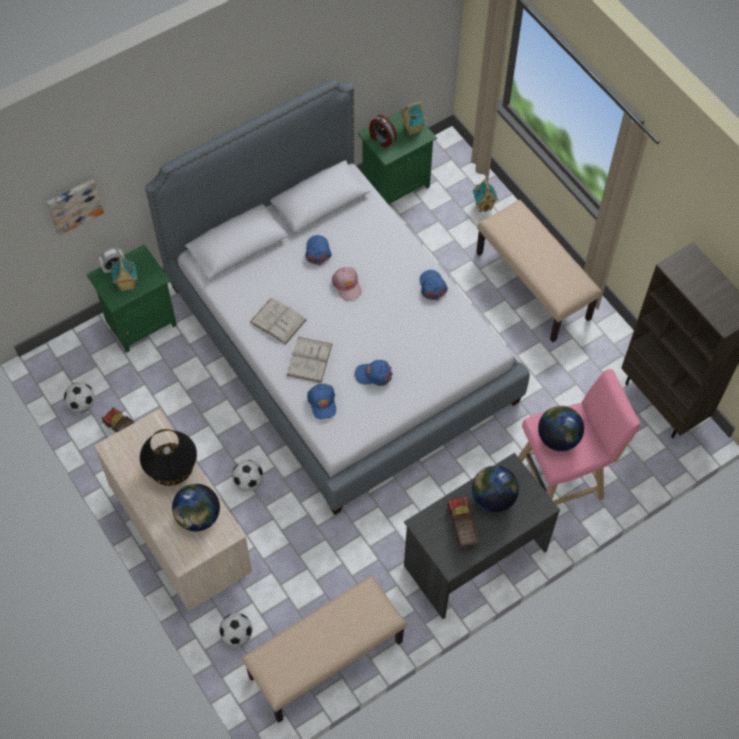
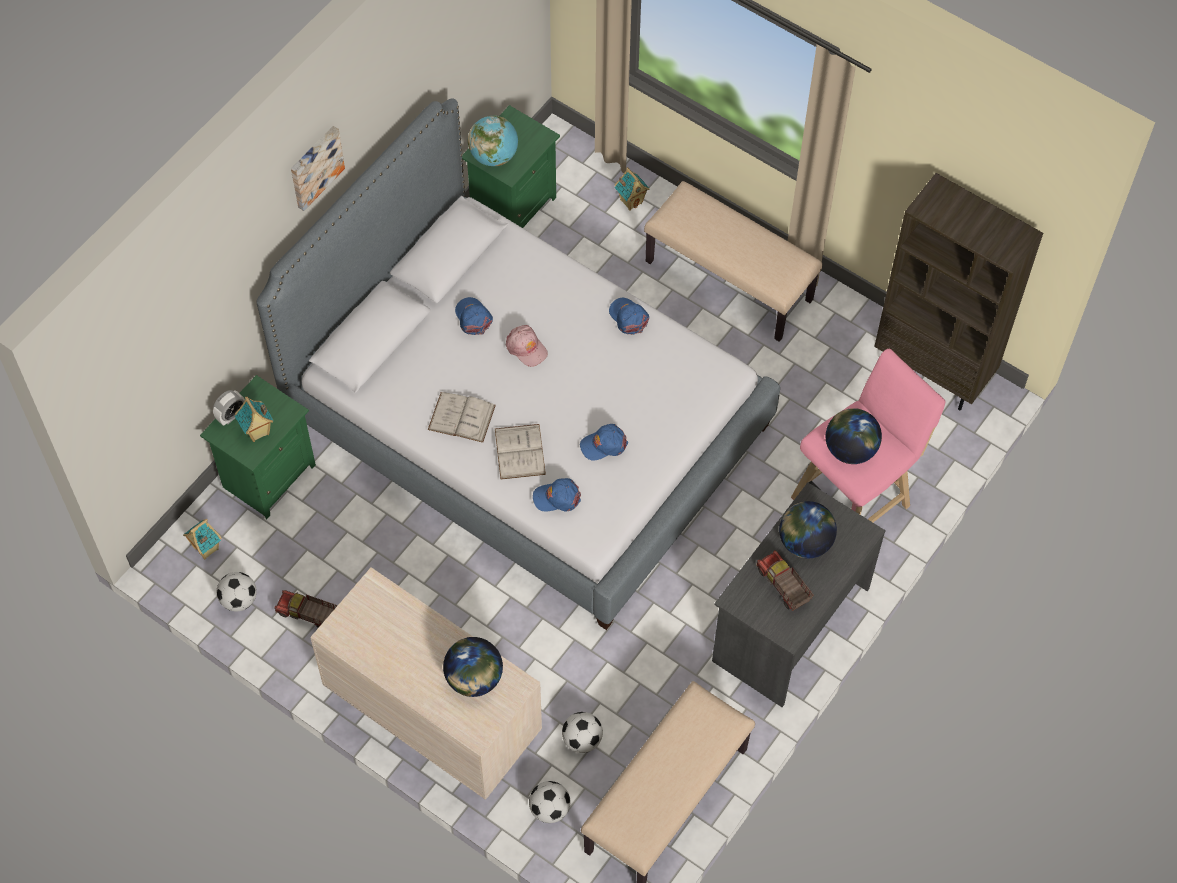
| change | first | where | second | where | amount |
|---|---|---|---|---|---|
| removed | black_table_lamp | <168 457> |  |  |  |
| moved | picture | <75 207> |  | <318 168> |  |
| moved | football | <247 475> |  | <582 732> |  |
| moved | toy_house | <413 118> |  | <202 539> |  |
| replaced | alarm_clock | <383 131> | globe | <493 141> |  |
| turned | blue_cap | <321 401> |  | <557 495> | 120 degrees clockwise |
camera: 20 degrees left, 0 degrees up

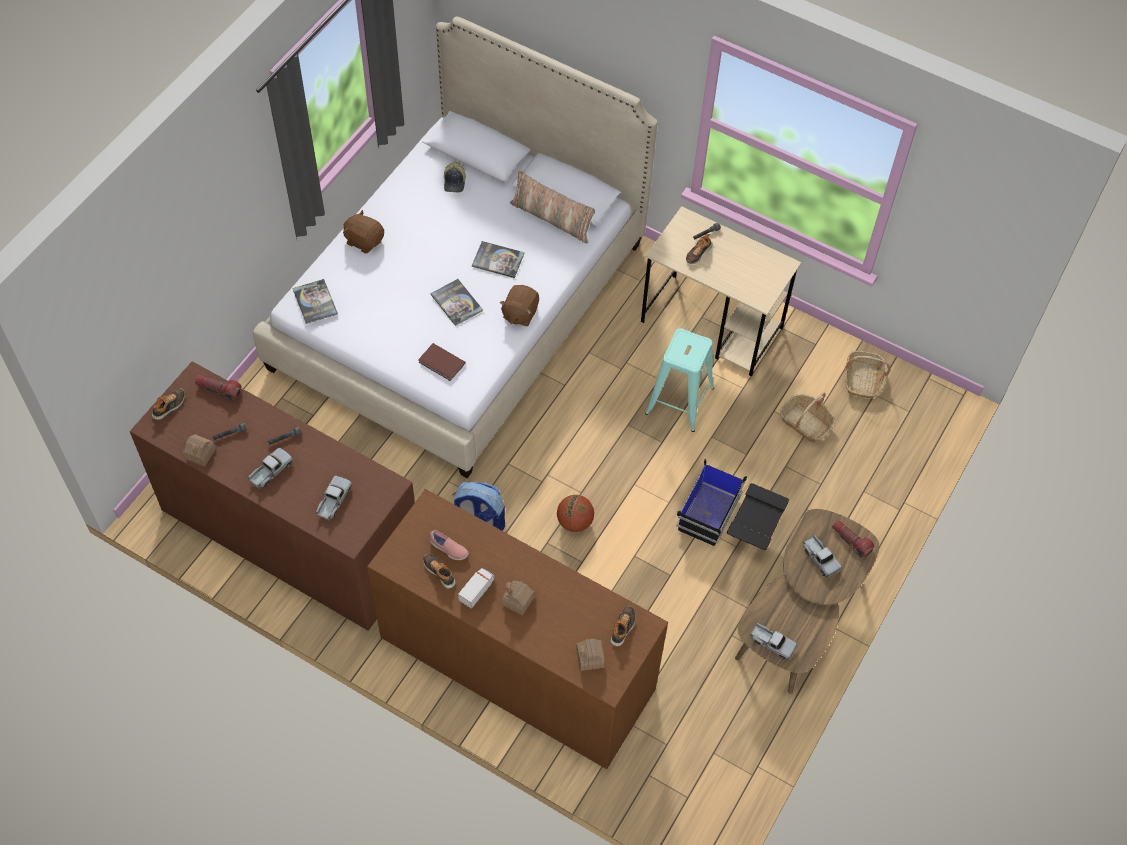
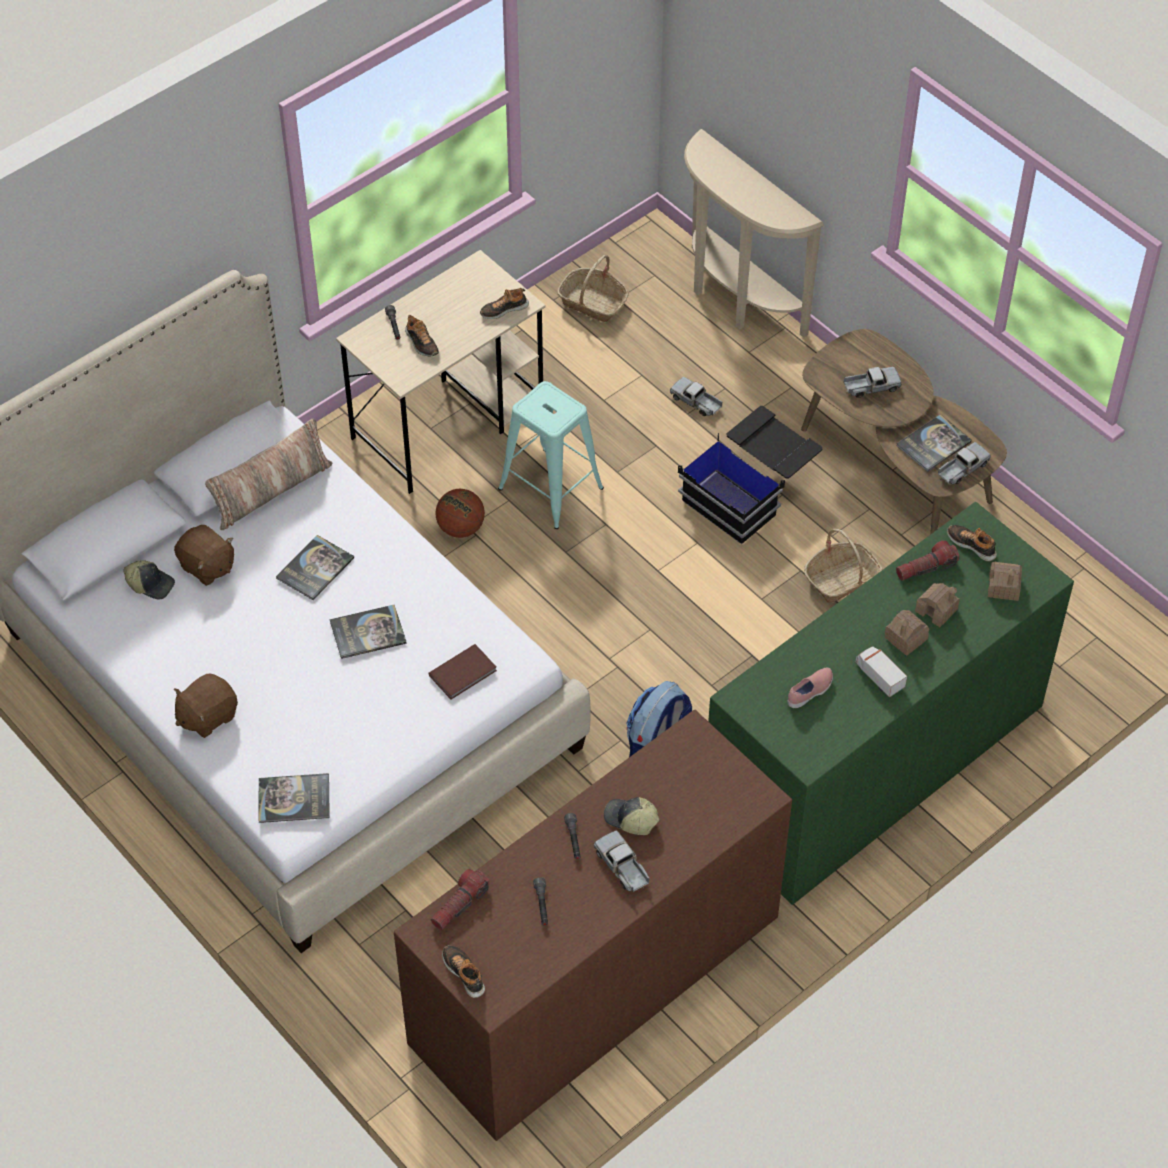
| change | first | where | second | where | amount |
|---|---|---|---|---|---|
| added |  |  | cap | <631 816> |  |
| added |  |  | beige_console_table | <754 233> |  |
| added |  |  | book | <934 443> |  |
| moved | toy_house | <199 450> |  | <937 605> |  |
| moved | toy_truck | <334 497> |  | <696 396> |  |
| moved | shoe | <439 571> |  | <504 303> |  |
| moved | brown_plush_toy | <519 305> |  | <204 555> |  |
| moved | basketball | <575 513> |  | <460 513> |  |
| moved | basket | <807 417> |  | <843 566> |  |
| moved | flashlight | <853 539> |  | <927 560> |  |
| recoloured | brown_dresser | <517 629> | green_dresser | <891 703> |  |
camera: 70 degrees left, 5 degrees down

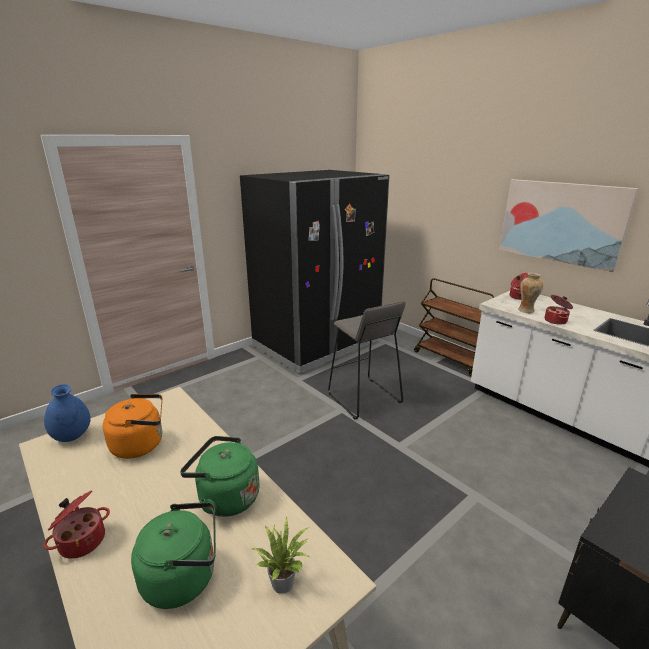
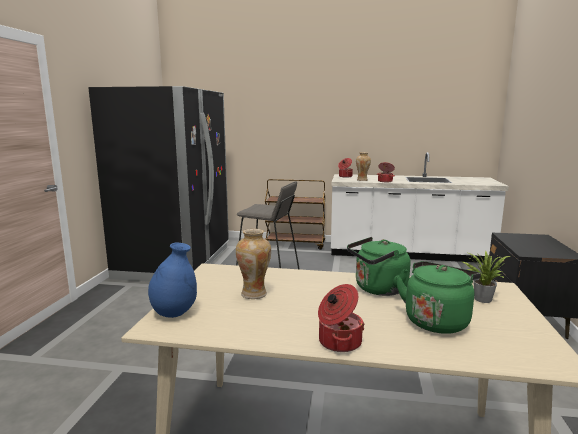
| change | first | where | second | where | amount |
|---|---|---|---|---|---|
| removed | picture | <569 225> |  |  |  |
| replaced | orange_kettle | <132 426> | vase | <253 264> |  |
camera: 40 degrees left, 10 degrees down

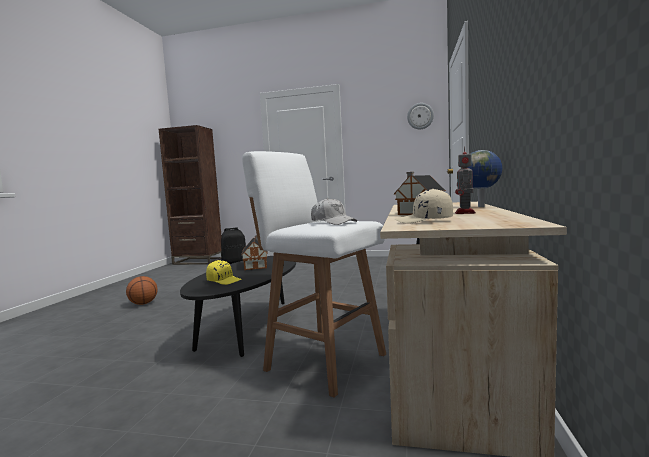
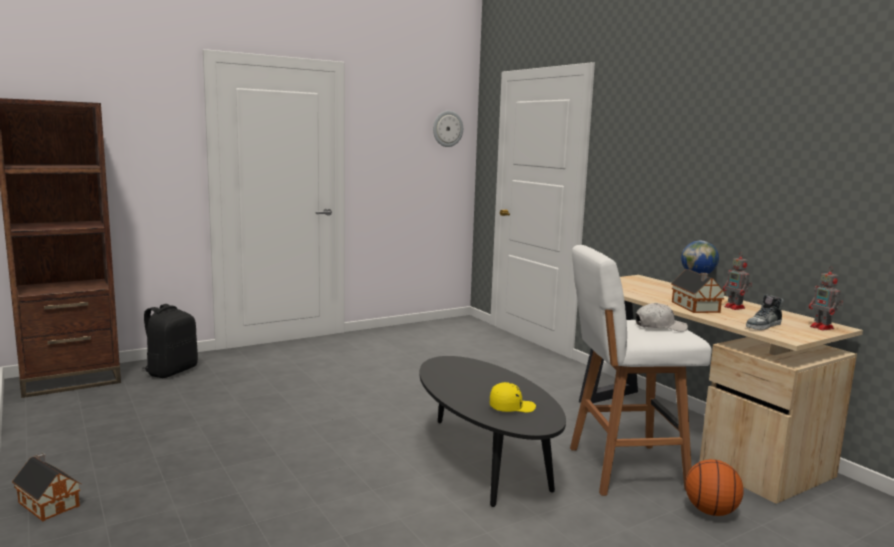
| change | first | where | second | where | amount |
|---|---|---|---|---|---|
| added |  |  | toy_robot | <826 299> |  |
| moved | basketball | <141 290> |  | <714 487> |  |
| moved | toy_house | <254 252> |  | <47 486> |  |
| replaced | beige_cap | <424 206> | shoe | <765 312> |  |
camera: 45 degrees left, 5 degrees up

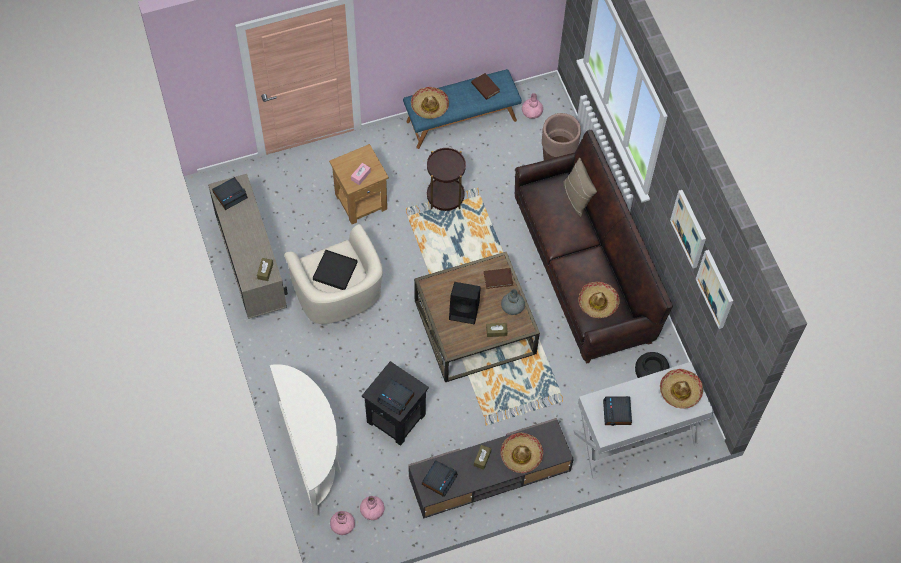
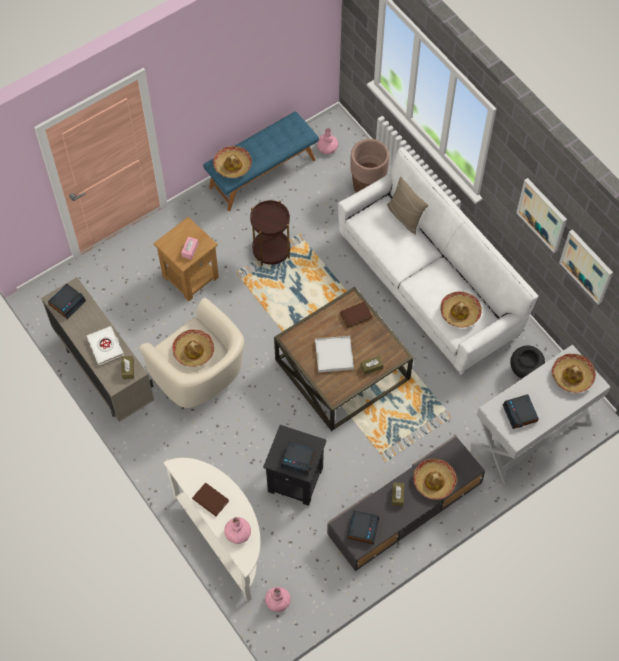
| change | first | where | second | where | amount |
|---|---|---|---|---|---|
| removed | grey_vase | <513 302> |  |  |  |
| added |  |  | white_book | <105 345> |  |
| moved | pink_vase | <372 508> |  | <237 530> |  |
| moved | brown_book | <485 86> |  | <210 499> |  |
| replaced | black_tray | <335 270> | hat | <193 348> |  |
| replaced | black_speaker | <465 303> | white_tray | <334 354> |  |
| recoloured | brown_sofa | <594 247> | white_sofa | <438 261> |  |
camera: 15 degrees left, 0 degrees up

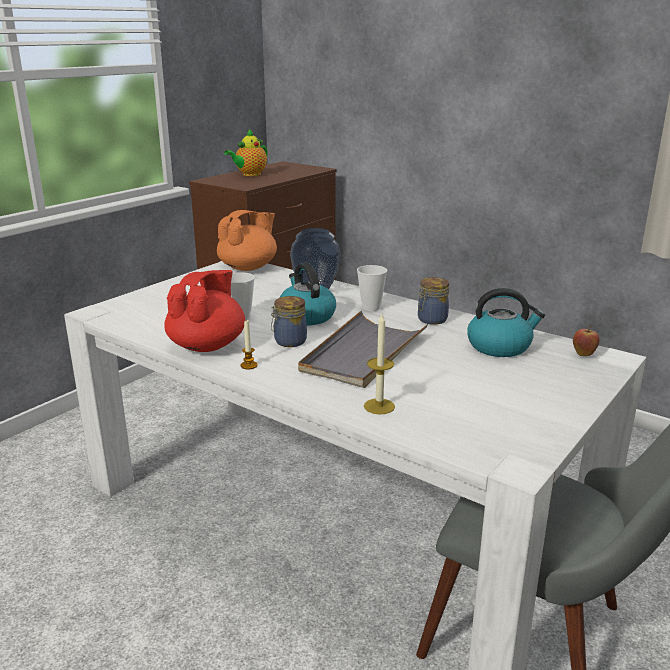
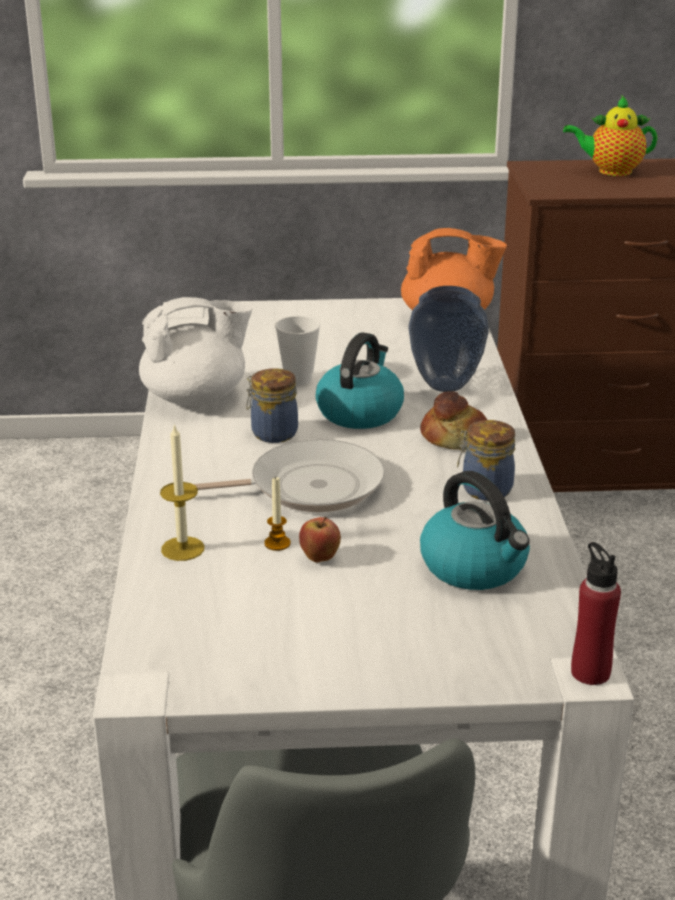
| change | first | where | second | where | amount |
|---|---|---|---|---|---|
| added |  |  | red_bottle | <596 613> |  |
| moved | candle | <249 344> |  | <277 513> |  |
| moved | apple | <586 341> |  | <320 540> |  |
| replaced | grey_tray | <363 349> | frying_pan | <289 475> |  |
| replaced | cup | <372 288> | bread | <453 420> |  |
| recoloured | red_teapot | <204 311> | white_teapot | <195 351> |  |
camera: 50 degrees right, 5 degrees up

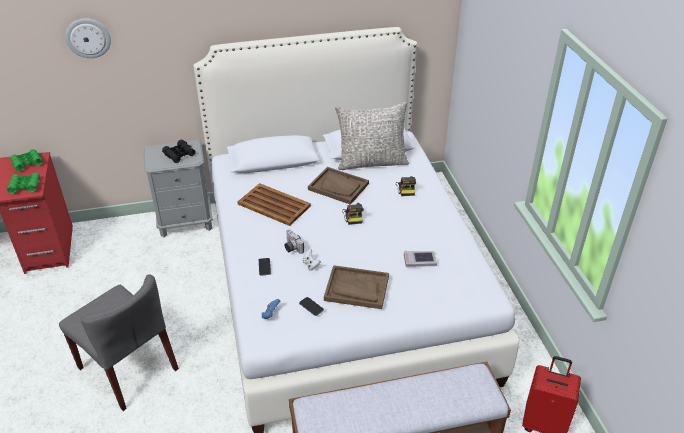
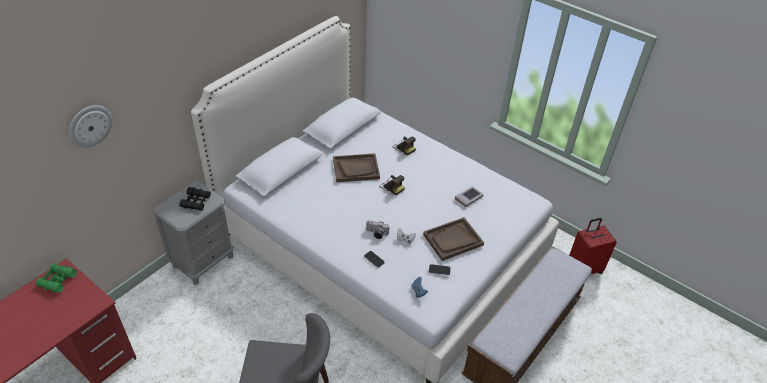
| change | first | where | second | where | amount |
|---|---|---|---|---|---|
| removed | green_binoculars | <23 183> |  |  |  |
| removed | brown_tray | <274 204> |  |  |  |
| removed | grey_pillow | <372 136> |  |  |  |
camera: 40 degrees left, 5 degrees up

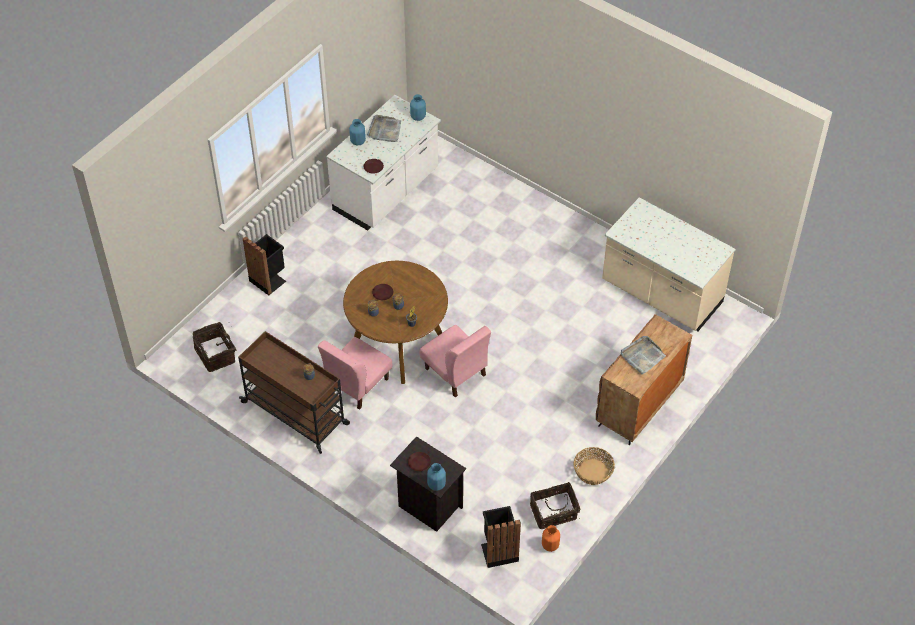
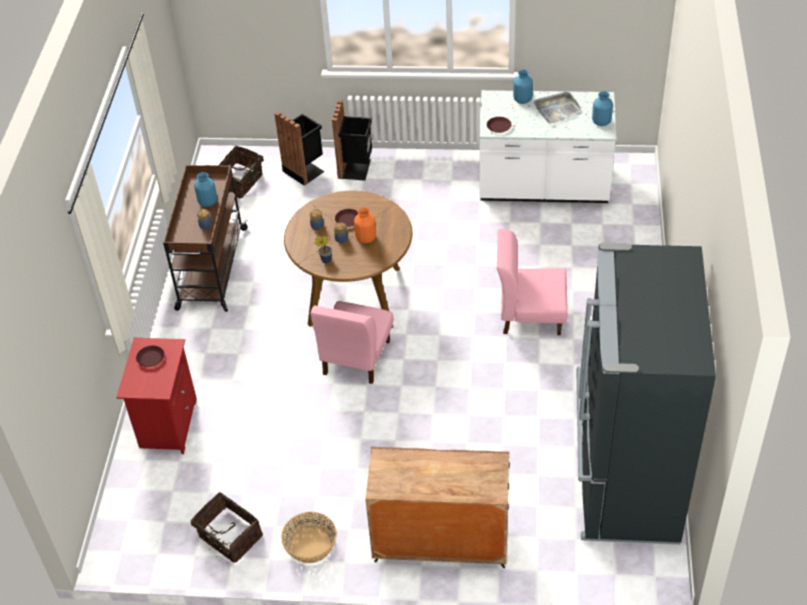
| change | first | where | second | where | amount |
|---|---|---|---|---|---|
| removed | grey_tray | <643 355> |  |  |  |
| moved | pink_chair | <355 373> |  | <532 282> |  |
| moved | blue_vase | <436 477> |  | <205 189> |  |
| moved | black_trash_can | <501 537> |  | <300 149> |  |
| moved | orange_vase | <551 538> |  | <365 225> |  |
| replaced | beige_counter | <669 264> | black_fridge | <646 393> |  |
| recoloured | black_nightstand | <428 484> | red_nightstand | <156 396> |  |
camera: 60 degrees right, 5 degrees down

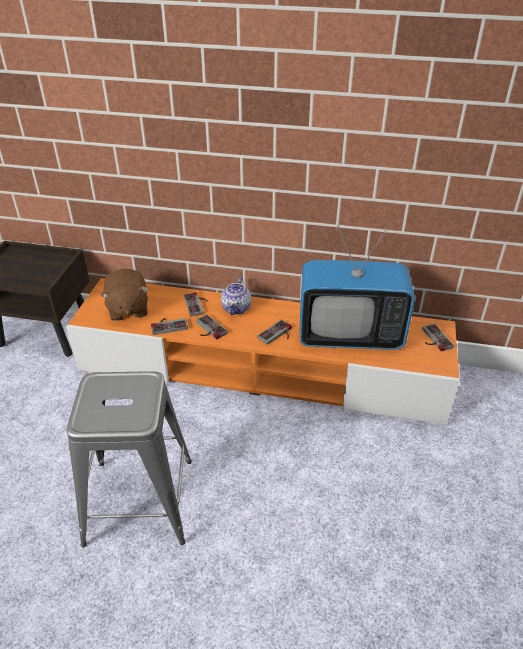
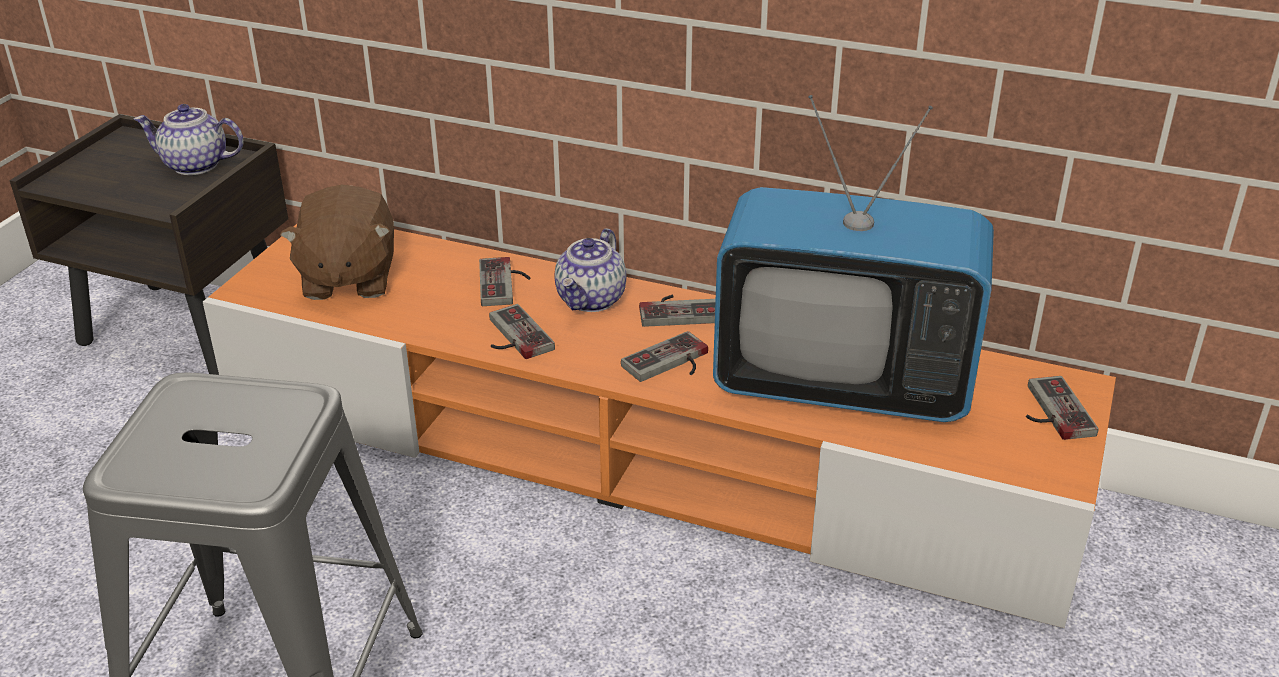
| change | first | where | second | where | amount |
|---|---|---|---|---|---|
| added |  |  | teapot | <188 139> |  |
| moved | game_controller | <169 326> |  | <677 311> |  |
camera: 10 degrees right, 5 degrees down

